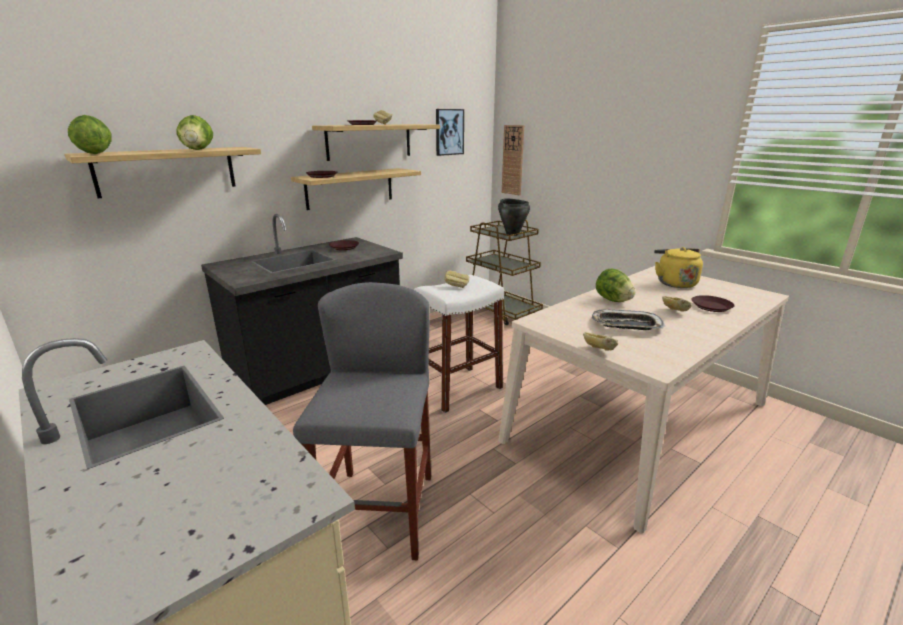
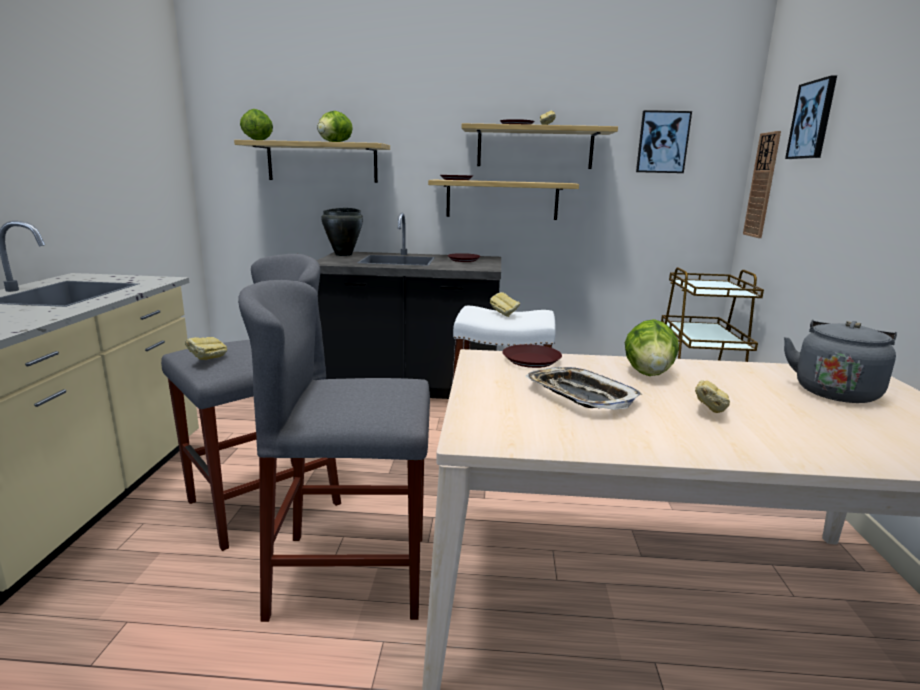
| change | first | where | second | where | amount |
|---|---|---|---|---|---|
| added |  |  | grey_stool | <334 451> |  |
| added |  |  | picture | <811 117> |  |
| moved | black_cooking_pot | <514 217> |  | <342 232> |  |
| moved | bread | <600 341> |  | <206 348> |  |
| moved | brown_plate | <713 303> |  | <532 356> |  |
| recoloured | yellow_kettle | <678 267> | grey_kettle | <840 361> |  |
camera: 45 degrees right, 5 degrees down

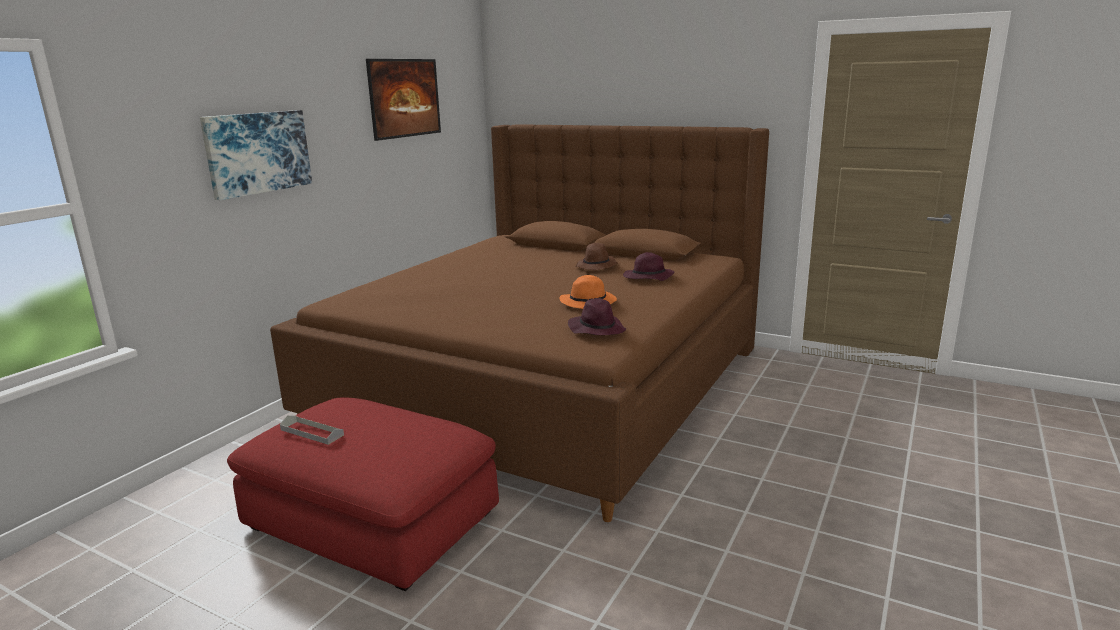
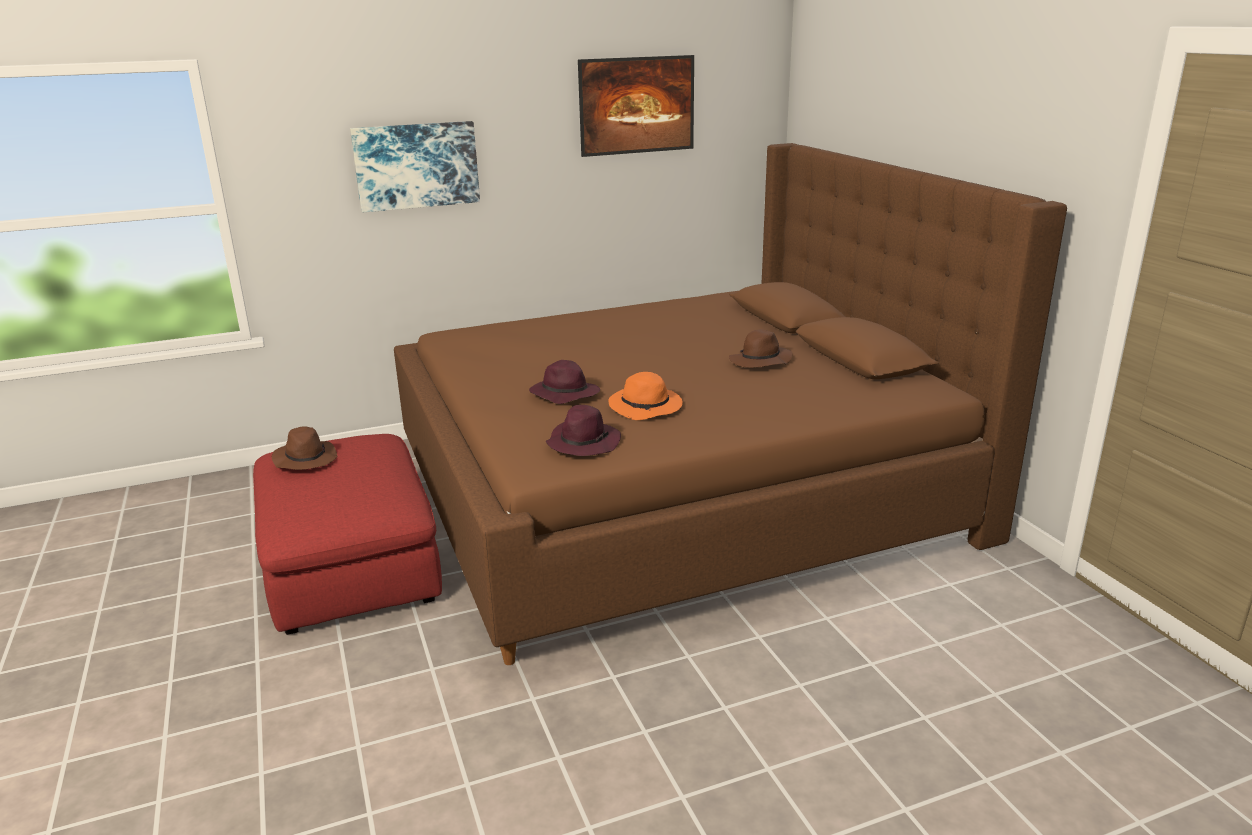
| change | first | where | second | where | amount |
|---|---|---|---|---|---|
| moved | purple_hat | <649 266> |  | <564 382> |  |
| replaced | grey_tray | <312 430> | brown_hat | <304 448> |  |
camera: 40 degrees right, 5 degrees up

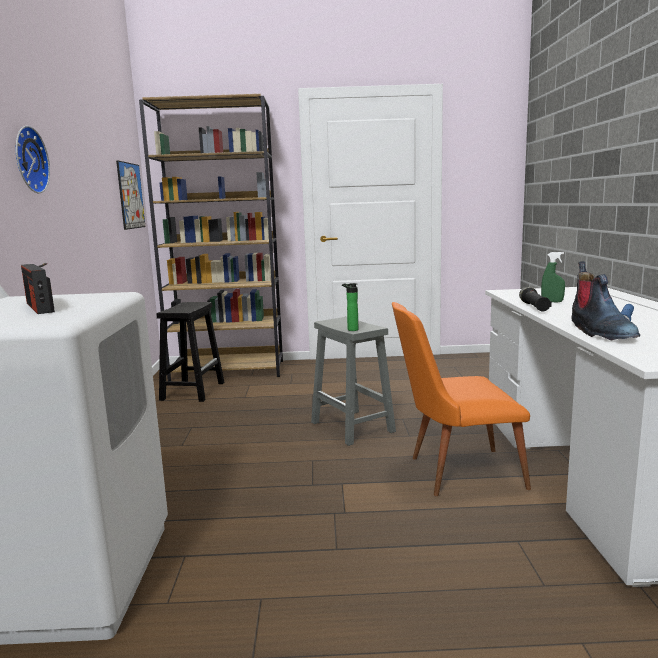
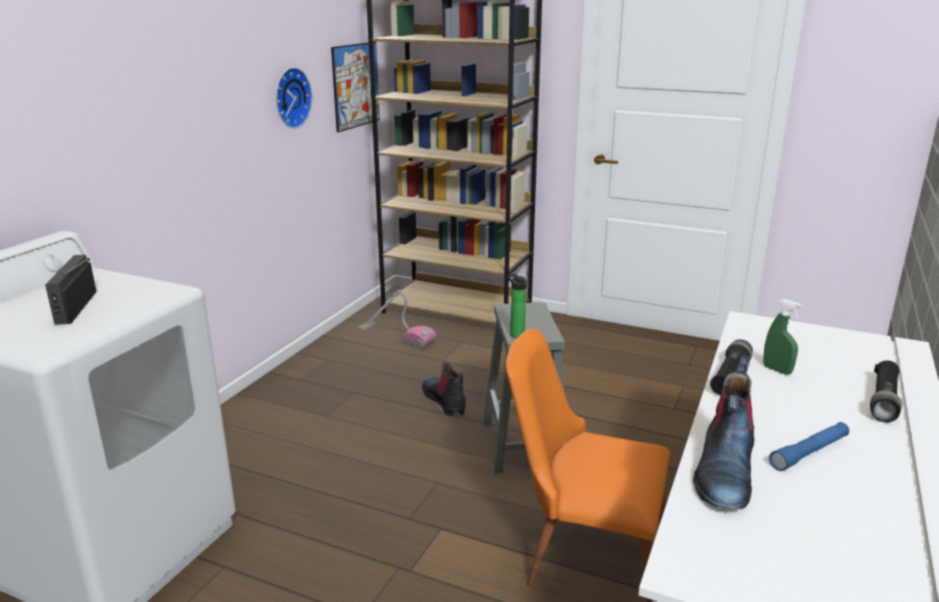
| change | first | where | second | where | amount |
|---|---|---|---|---|---|
| added |  |  | boot | <444 389> |  |
| added |  |  | black_flashlight | <886 391> |  |
| moved | wall_clock | <33 159> |  | <294 98> |  |
| replaced | black_stool | <191 352> | vacuum_cleaner | <397 319> |  |
camera: 25 degrees right, 10 degrees up

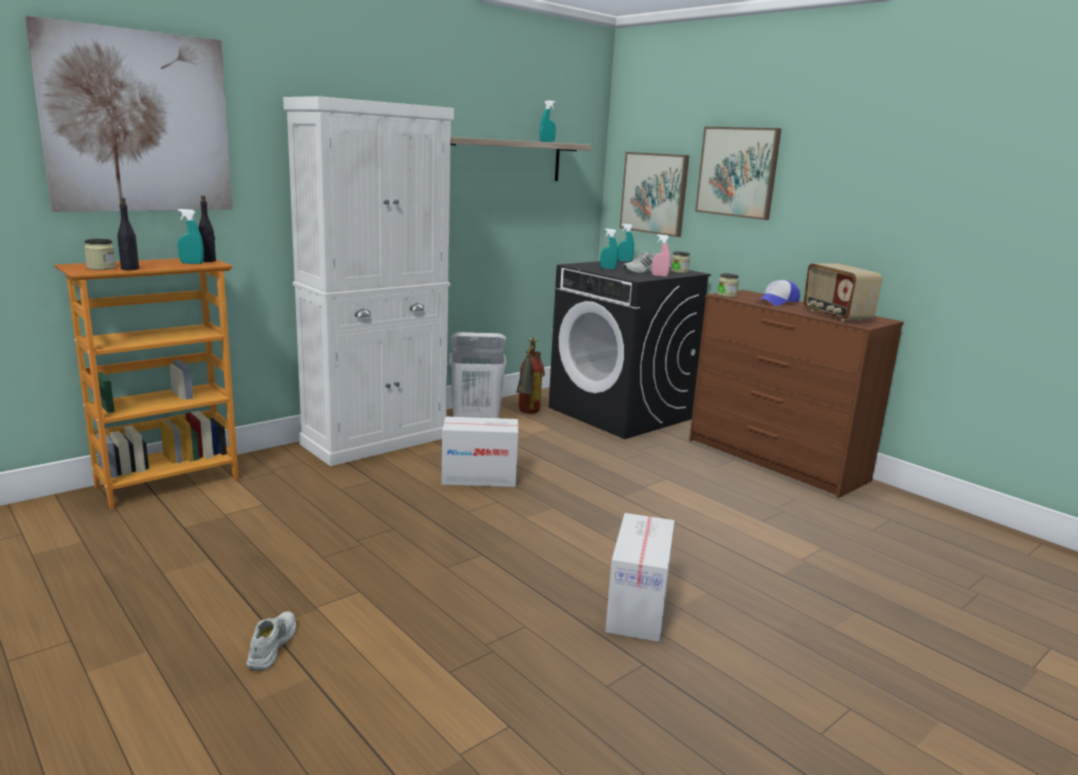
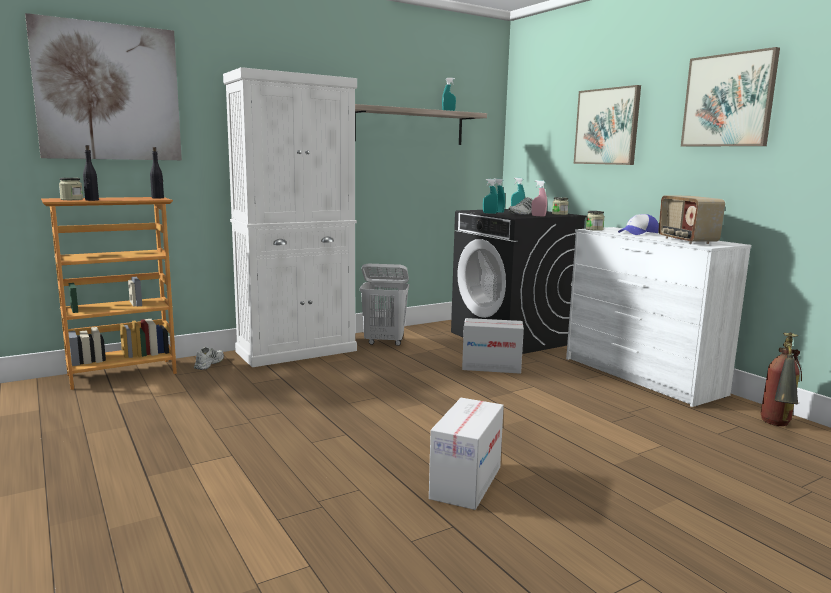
| change | first | where | second | where | amount |
|---|---|---|---|---|---|
| moved | turquoise_spray_bottle | <191 236> |  | <490 196> |  |
| moved | white_shoe | <271 641> |  | <209 358> |  |
| moved | cardboard_box | <480 451> |  | <493 346> |  |
| moved | fire_extinguisher | <531 376> |  | <781 379> |  |
| moved | picture | <654 194> |  | <730 97> |  |
| recoloured | brown_dresser | <796 394> | white_dresser | <658 317> |  |
camera: 10 degrees right, 5 degrees down

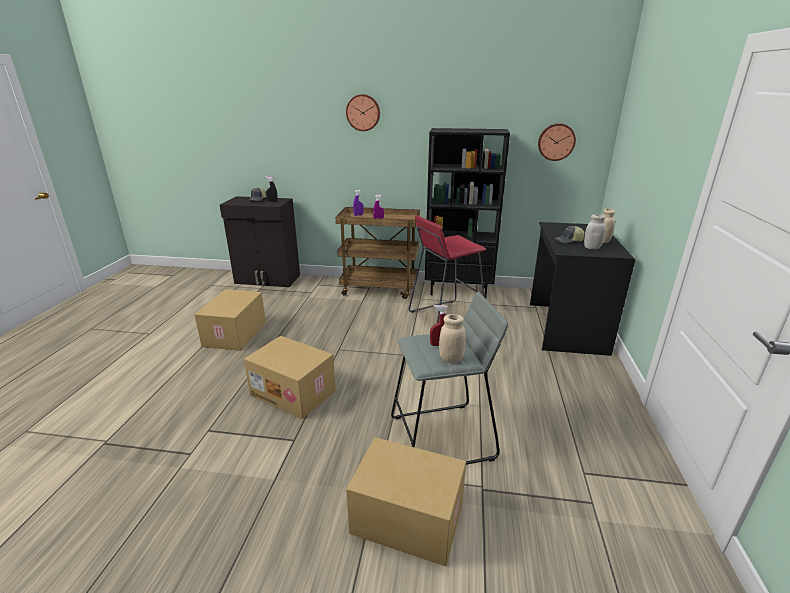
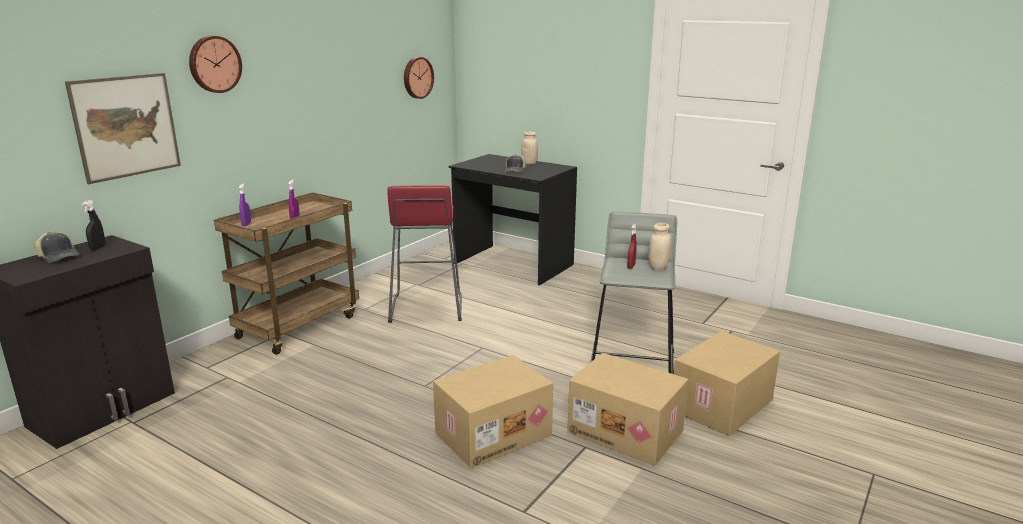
| change | first | where | second | where | amount |
|---|---|---|---|---|---|
| removed | black_bookcase | <467 213> |  |  |  |
| removed | white_jar | <595 232> |  |  |  |
| added |  |  | picture | <123 128> |  |
| moved | cardboard_box | <230 320> |  | <627 409> |  |
camera: 65 degrees left, 5 degrees down

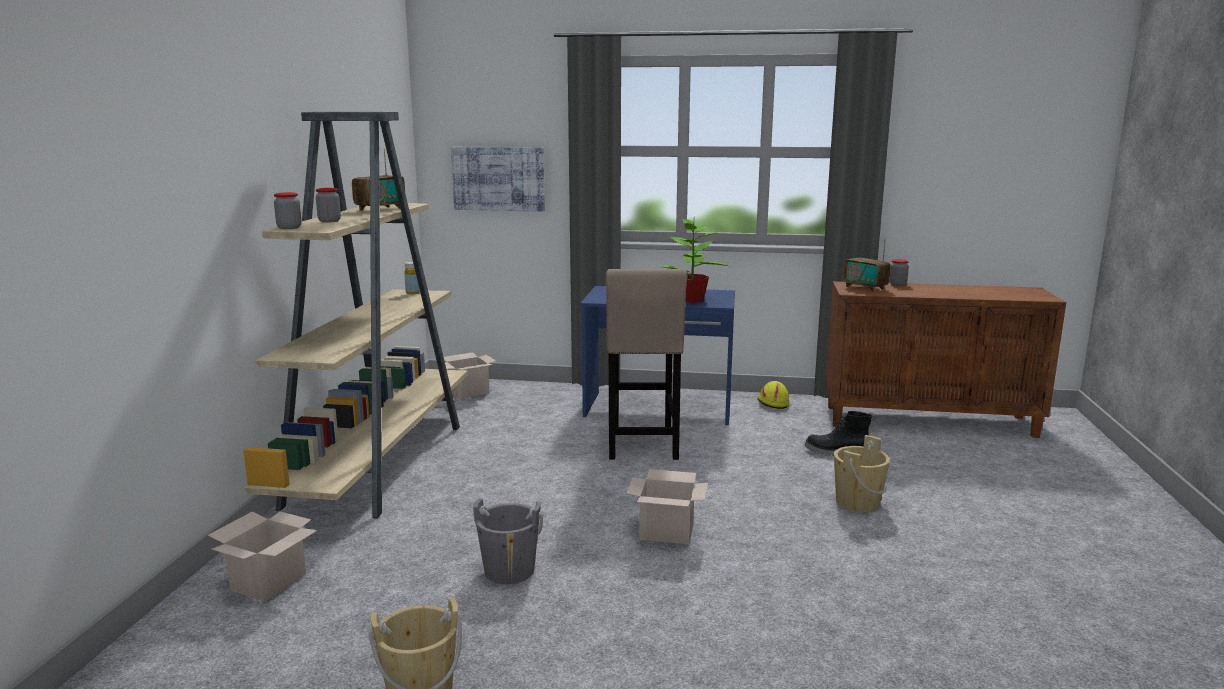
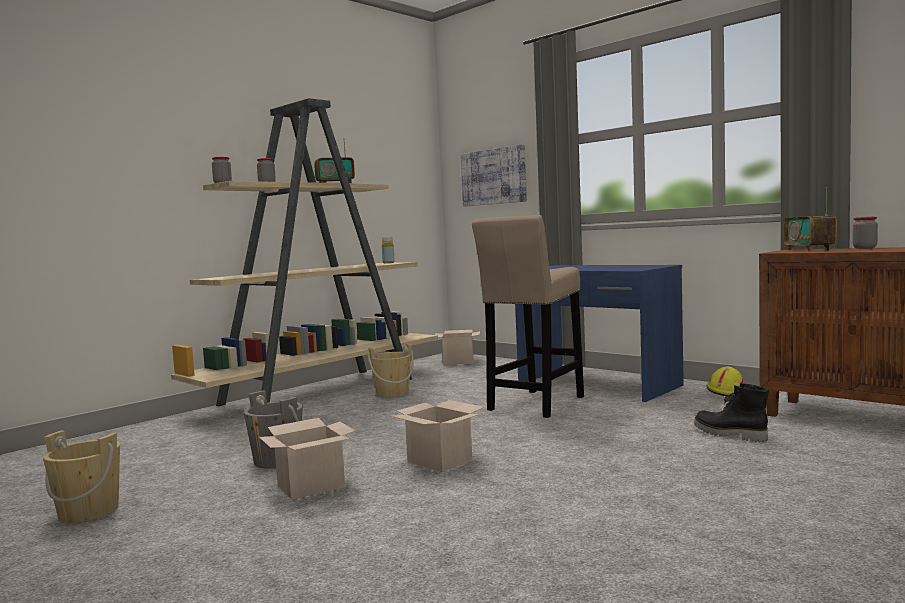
| change | first | where | second | where | amount |
|---|---|---|---|---|---|
| removed | potted_plant | <695 261> |  |  |  |
| moved | cardboard_box | <263 556> |  | <307 459> |  |
| moved | beige_bucket | <862 473> |  | <390 370> |  |
camera: 35 degrees right, 10 degrees down

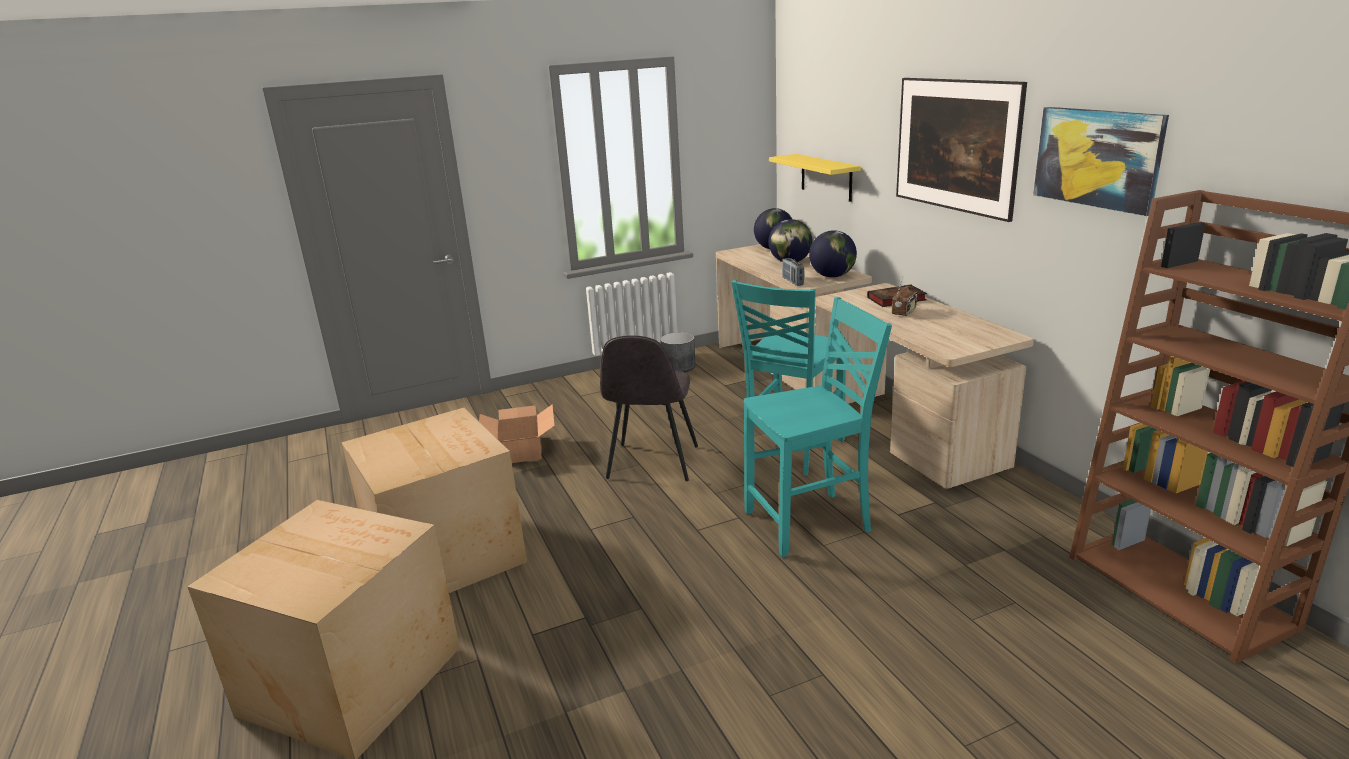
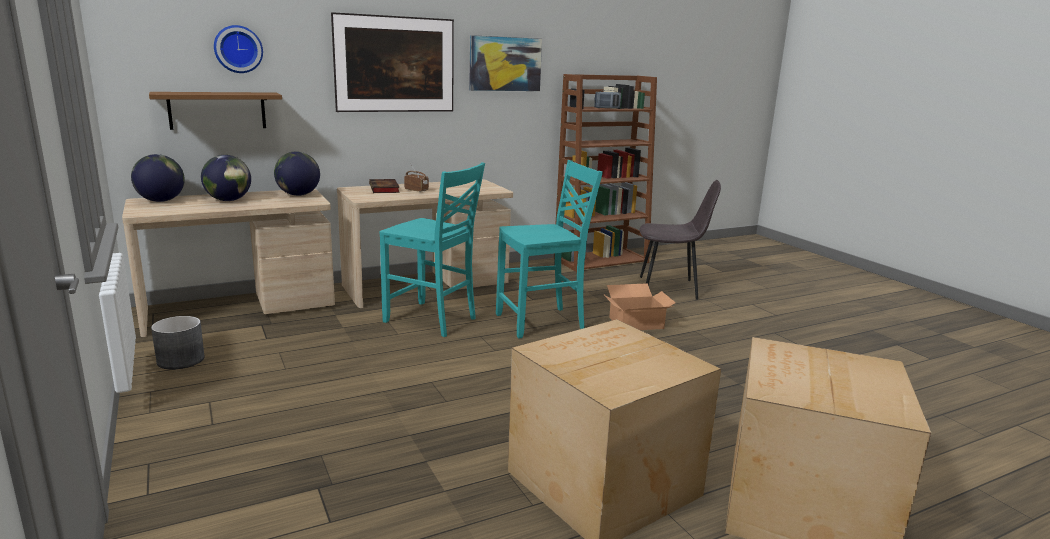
| change | first | where | second | where | amount |
|---|---|---|---|---|---|
| added |  |  | wall_clock | <238 49> |  |
| moved | cardboard_box | <517 433> |  | <639 306> |  |
| moved | grey_chair | <649 408> |  | <680 240> |  |
| moved | radio | <793 272> |  | <607 99> |  |
| recoloured | yellow_shelf | <815 178> | brown_shelf | <215 111> |  |
| turned | turquoise_chair | <818 427> |  | <549 249> | 90 degrees clockwise |
camera: 95 degrees left, 5 degrees down

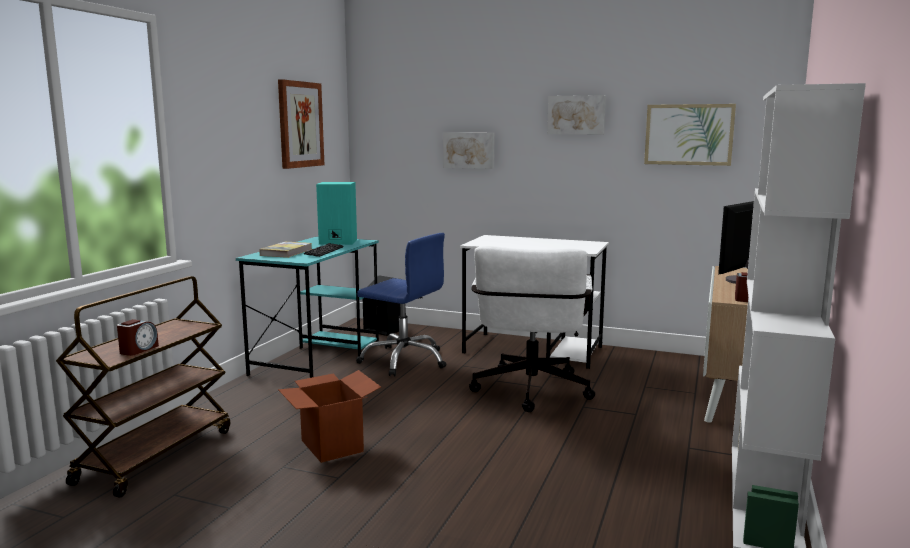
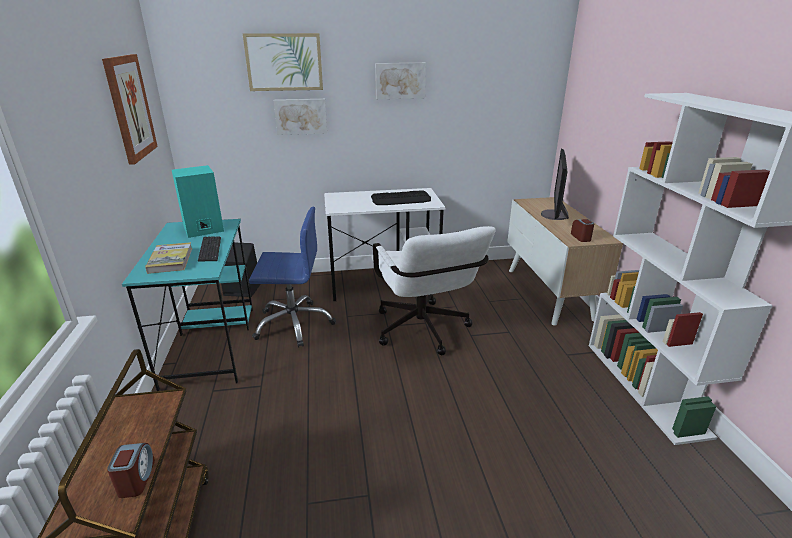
| change | first | where | second | where | amount |
|---|---|---|---|---|---|
| removed | cardboard_box | <329 416> |  |  |  |
| added |  |  | keyboard | <401 197> |  |
| moved | picture | <690 135> |  | <283 62> |  |
camera: 30 degrees left, 15 degrees up

